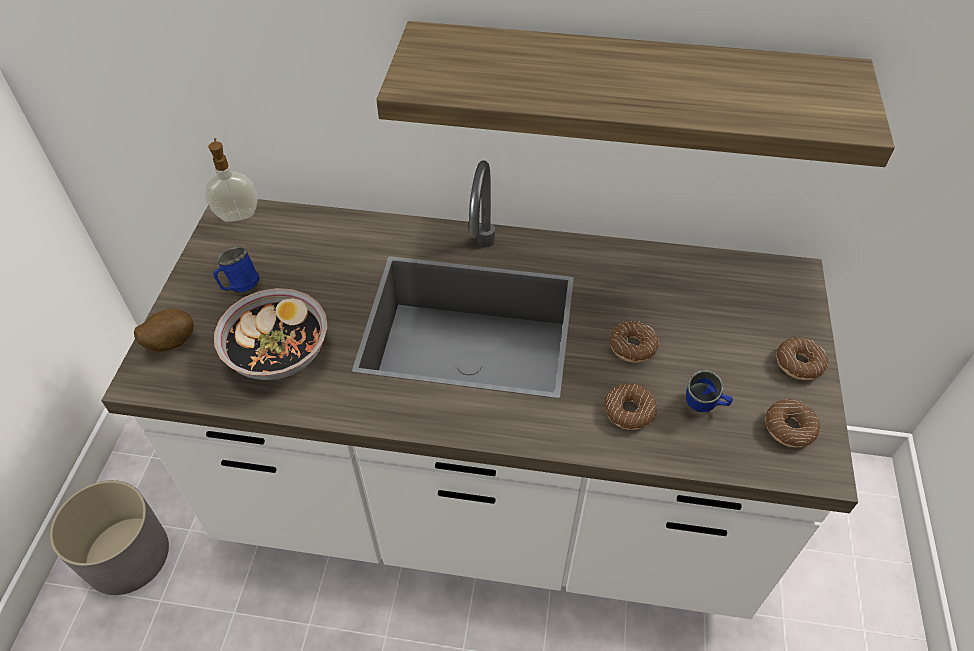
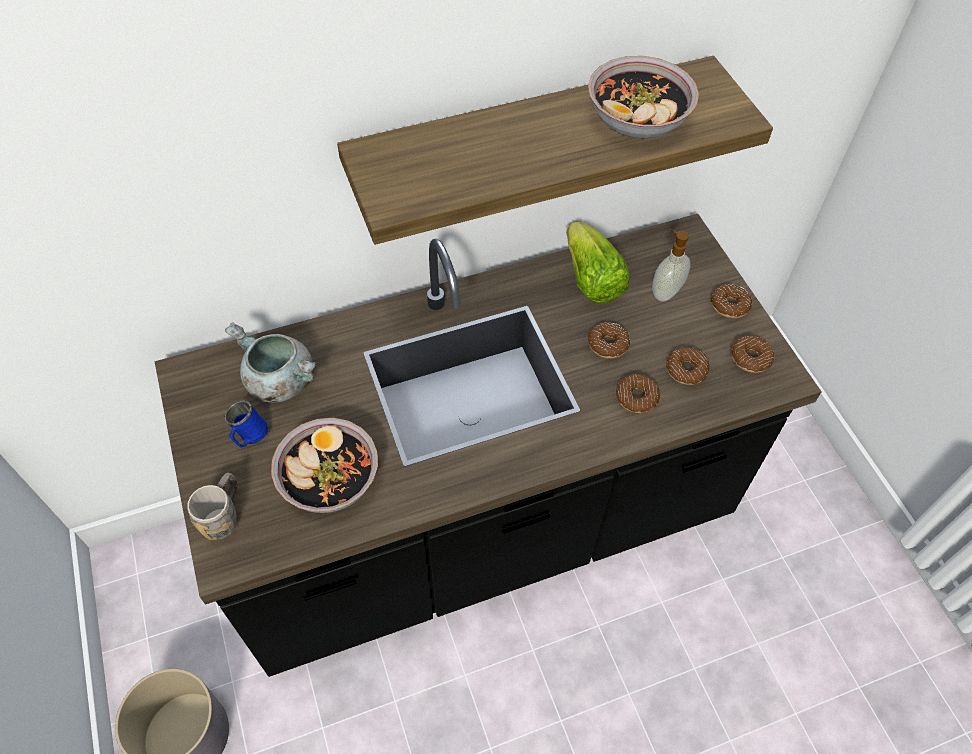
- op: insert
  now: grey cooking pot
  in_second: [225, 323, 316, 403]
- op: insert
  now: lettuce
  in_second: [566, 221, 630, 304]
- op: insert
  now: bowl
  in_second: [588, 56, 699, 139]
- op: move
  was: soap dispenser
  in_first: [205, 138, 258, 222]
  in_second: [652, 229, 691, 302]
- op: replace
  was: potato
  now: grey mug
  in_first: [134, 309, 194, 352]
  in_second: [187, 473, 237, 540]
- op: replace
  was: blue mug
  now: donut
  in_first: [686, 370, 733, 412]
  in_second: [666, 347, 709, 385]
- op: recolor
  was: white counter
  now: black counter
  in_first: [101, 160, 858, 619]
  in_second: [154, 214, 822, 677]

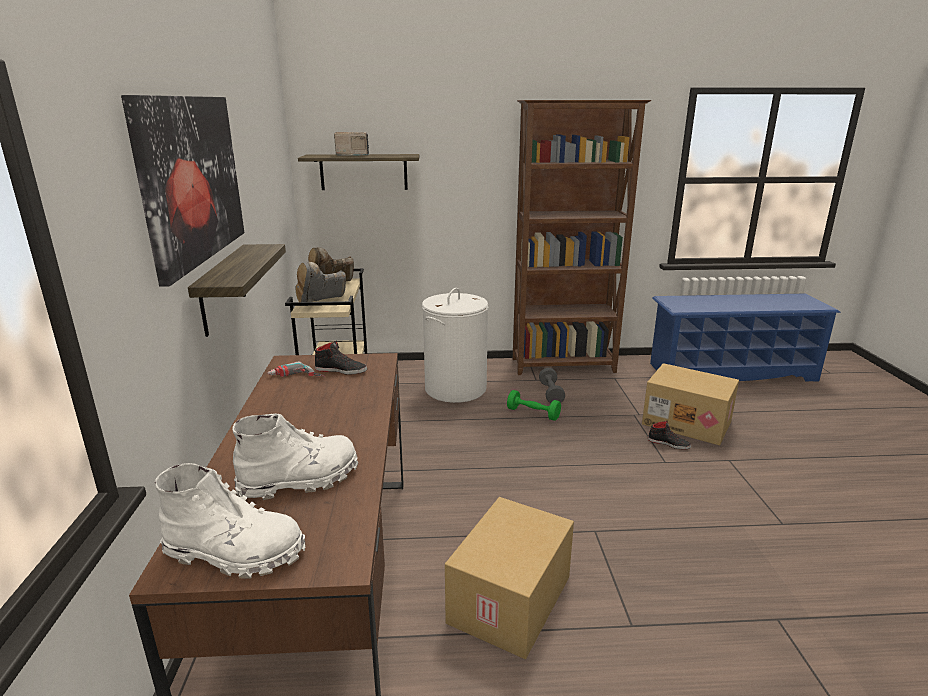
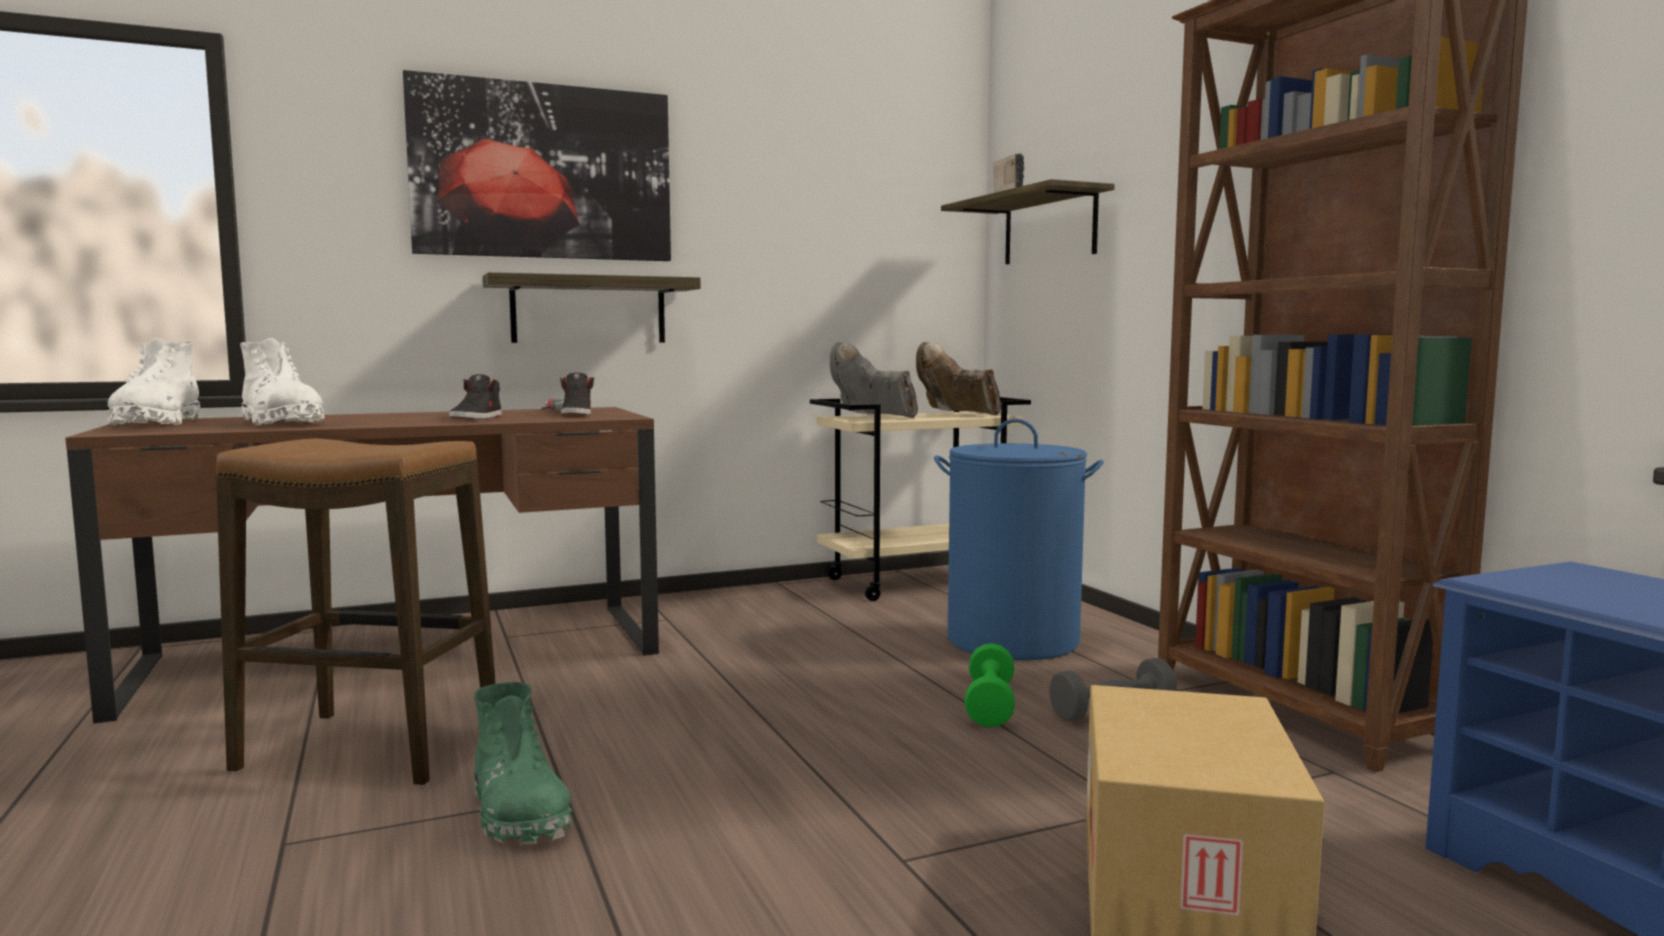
- op: insert
  now: green boot
  in_second: [474, 682, 572, 845]
- op: move
  was: black shoe
  in_first: [648, 421, 691, 449]
  in_second: [449, 374, 502, 419]
- op: replace
  was: cardboard box
  now: stool
  in_first: [445, 497, 574, 659]
  in_second: [216, 439, 496, 786]
- op: recolor
  was: white laundry basket
  now: blue laundry basket
  in_first: [422, 288, 488, 403]
  in_second: [934, 419, 1104, 660]

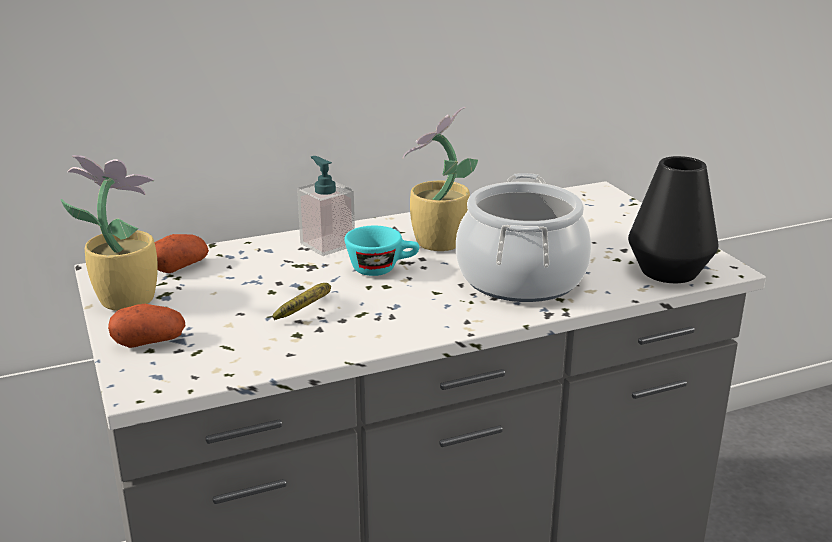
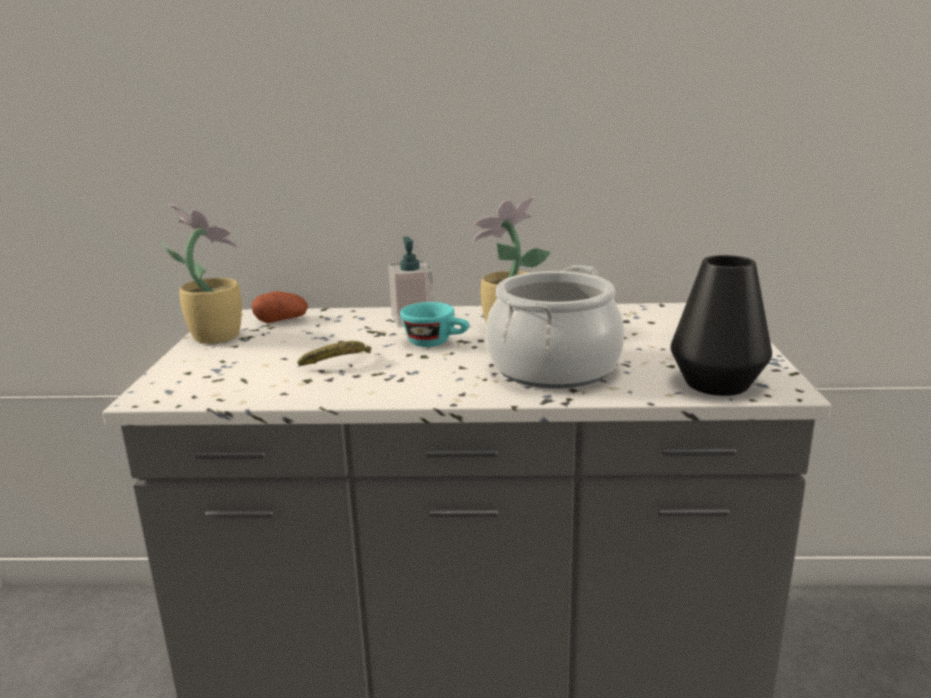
- op: delete
  was: potato
  in_first: [108, 304, 186, 348]

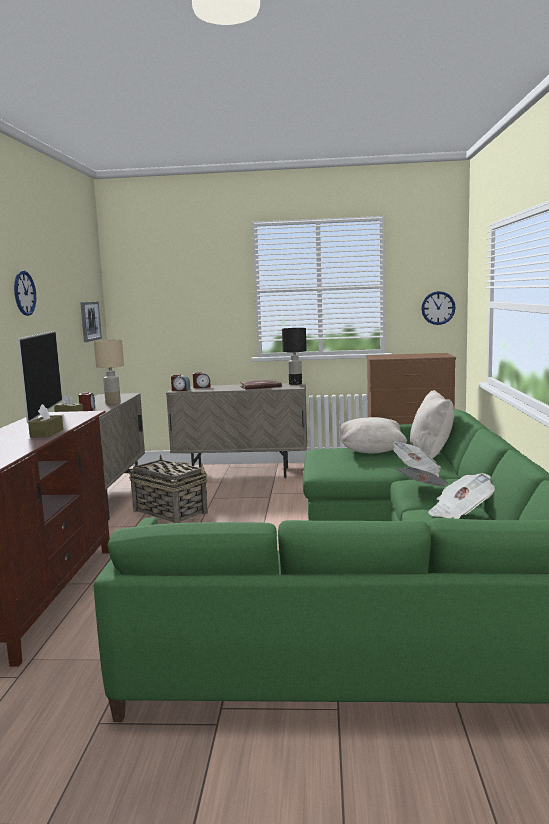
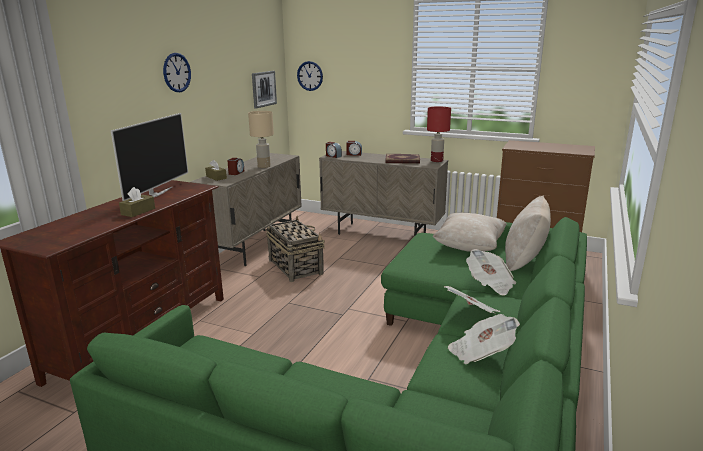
- op: move
  was: wall clock
  in_first: [421, 291, 456, 325]
  in_second: [297, 61, 323, 91]
- op: recolor
  was: black table lamp
  now: red table lamp
  in_first: [282, 328, 307, 385]
  in_second: [427, 107, 451, 162]

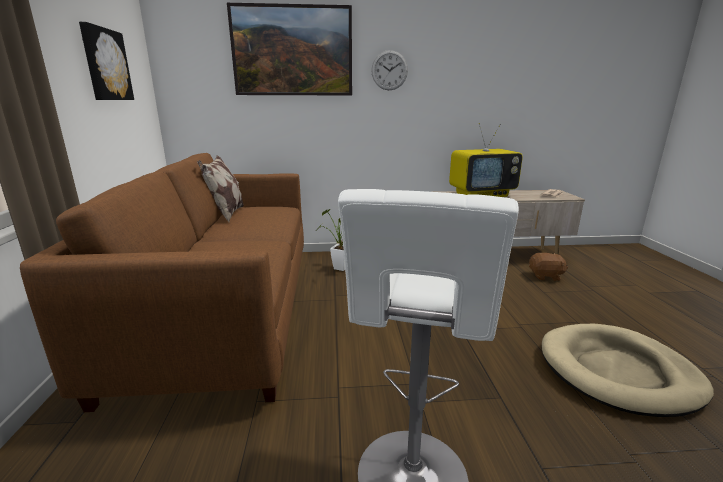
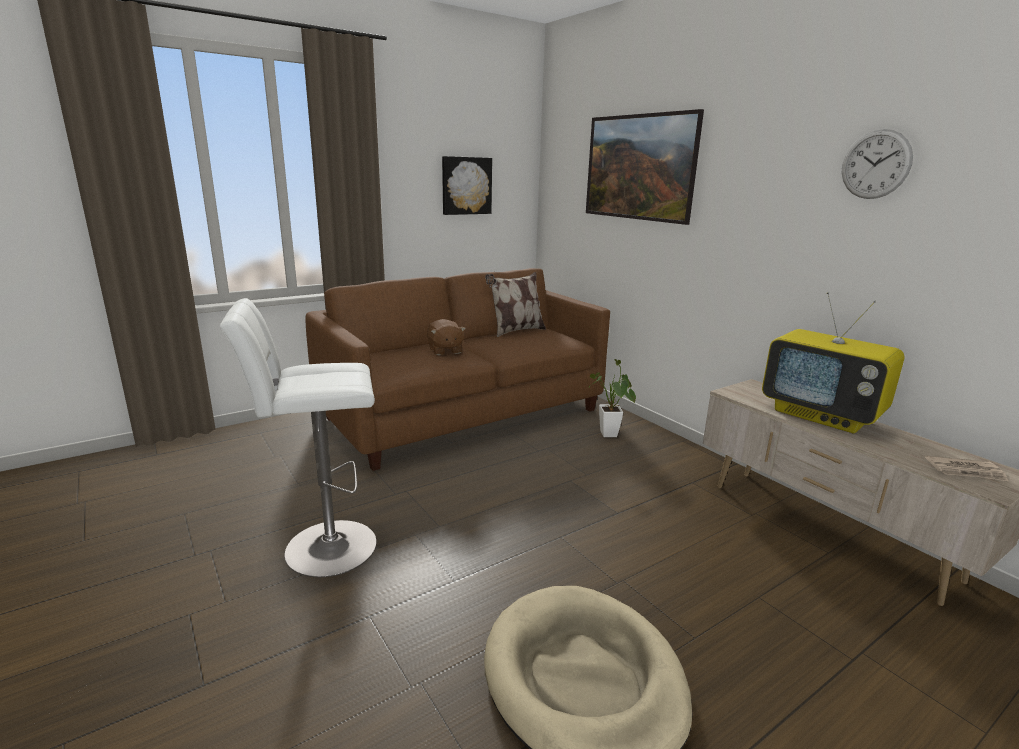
- op: move
  was: wall clock
  in_first: [371, 50, 408, 90]
  in_second: [842, 129, 913, 199]
- op: move
  was: brown plush toy
  in_first: [529, 253, 568, 281]
  in_second: [427, 319, 466, 355]

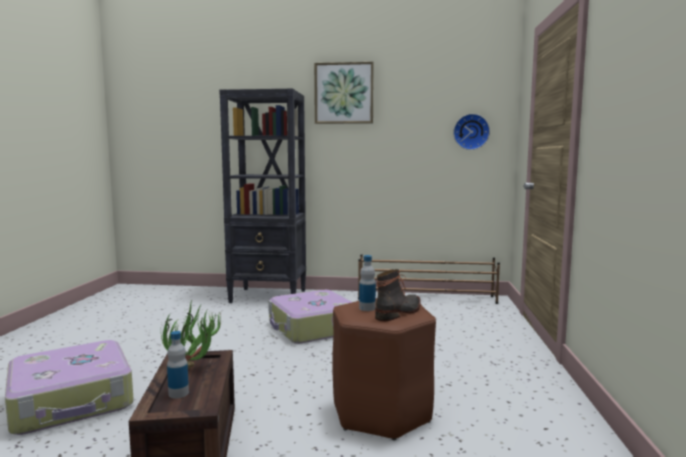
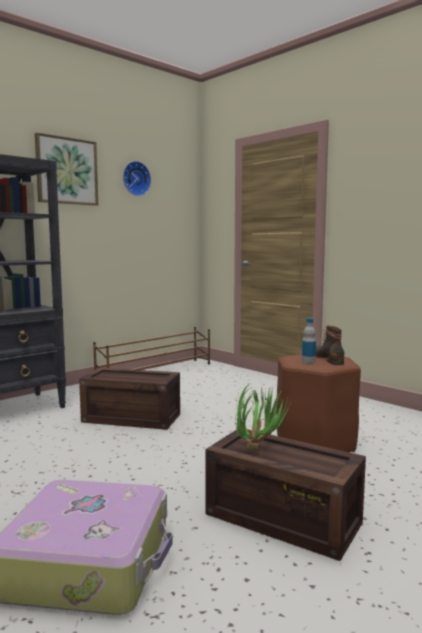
- op: delete
  was: bottle
  in_first: [167, 331, 189, 399]
- op: move
  was: wall clock
  in_first: [453, 114, 490, 150]
  in_second: [123, 161, 151, 196]
- op: replace
  was: suitcase
  now: crate
  in_first: [268, 290, 352, 344]
  in_second: [79, 368, 180, 430]

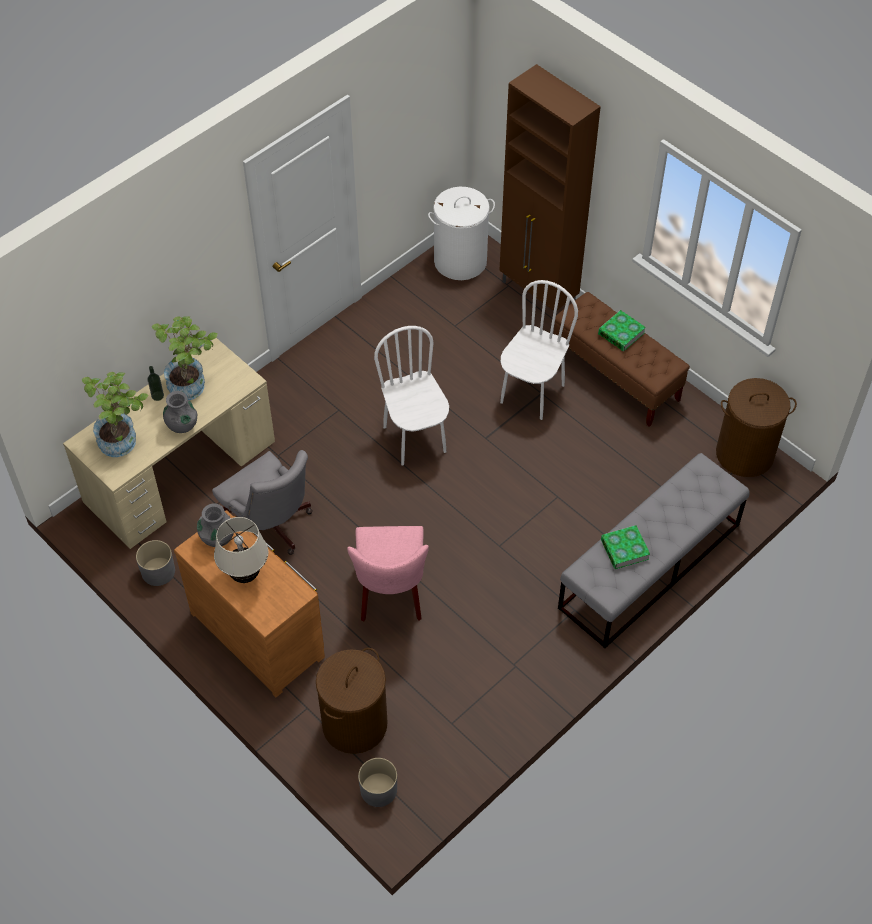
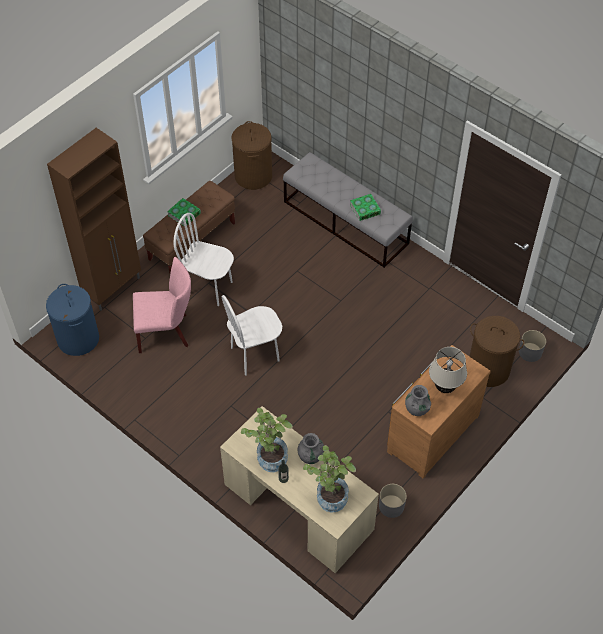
- op: delete
  was: grey office chair
  in_first: [212, 450, 313, 555]
- op: move
  was: pink chair
  in_first: [347, 526, 429, 622]
  in_second: [133, 257, 191, 353]
- op: recolor
  was: white laundry basket
  now: blue laundry basket
  in_first: [428, 187, 495, 280]
  in_second: [46, 284, 99, 356]

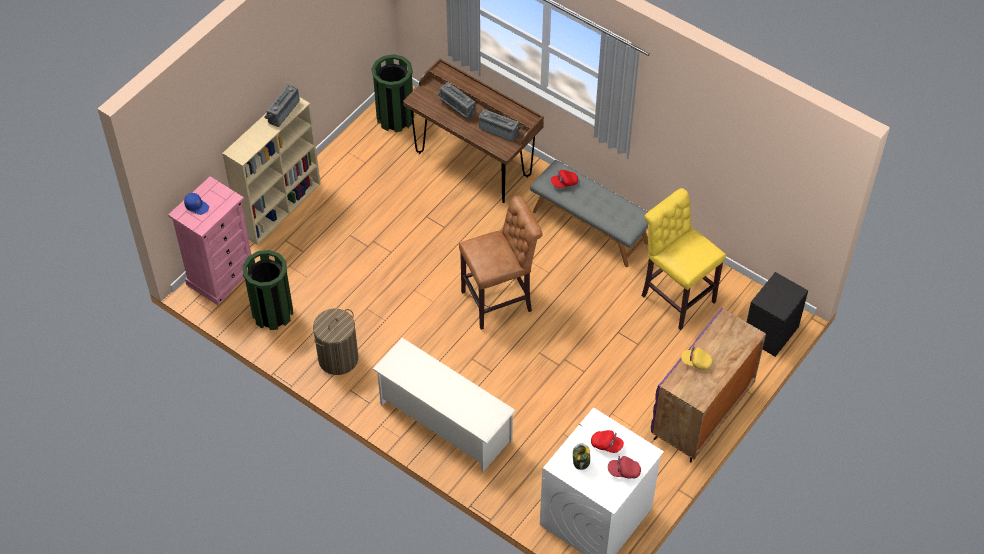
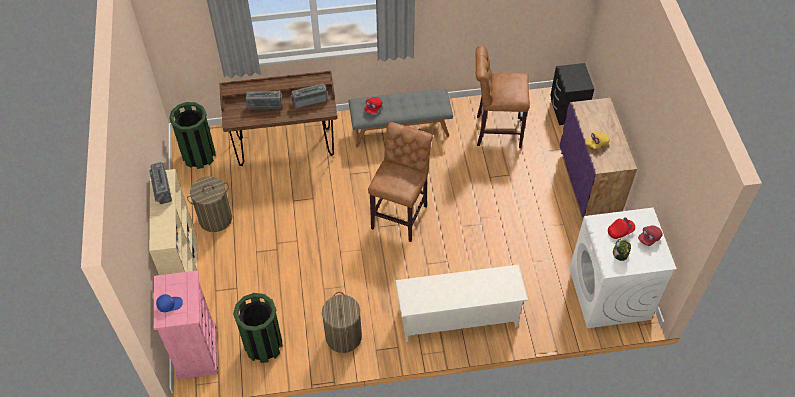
- op: insert
  now: laundry basket
  in_second: [187, 176, 232, 232]
- op: recolor
  was: yellow stool
  now: brown stool
  in_first: [642, 188, 726, 330]
  in_second: [476, 46, 530, 148]

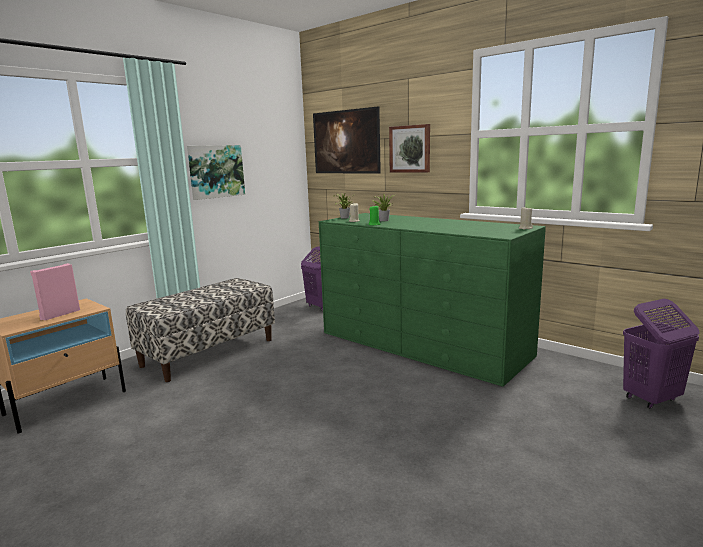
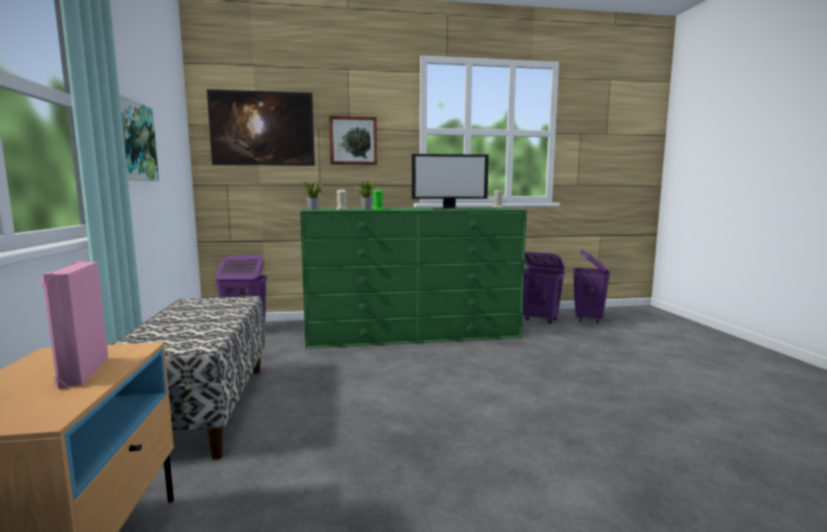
- op: insert
  now: monitor
  in_second: [412, 154, 489, 209]
- op: insert
  now: purple laundry basket
  in_second: [523, 252, 565, 324]

